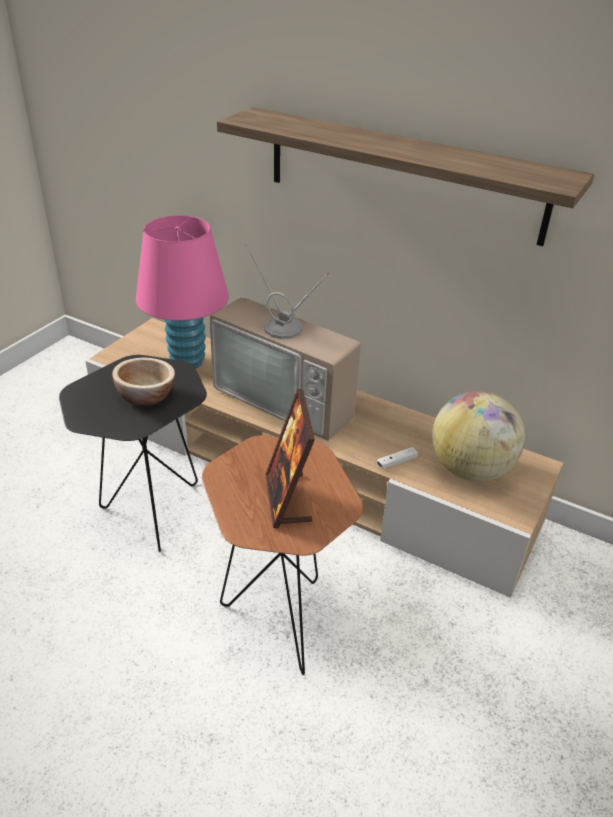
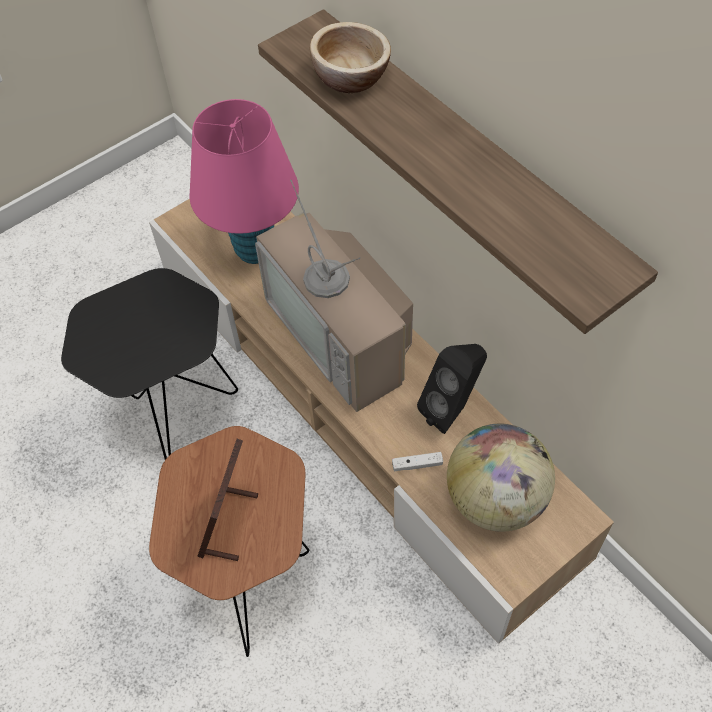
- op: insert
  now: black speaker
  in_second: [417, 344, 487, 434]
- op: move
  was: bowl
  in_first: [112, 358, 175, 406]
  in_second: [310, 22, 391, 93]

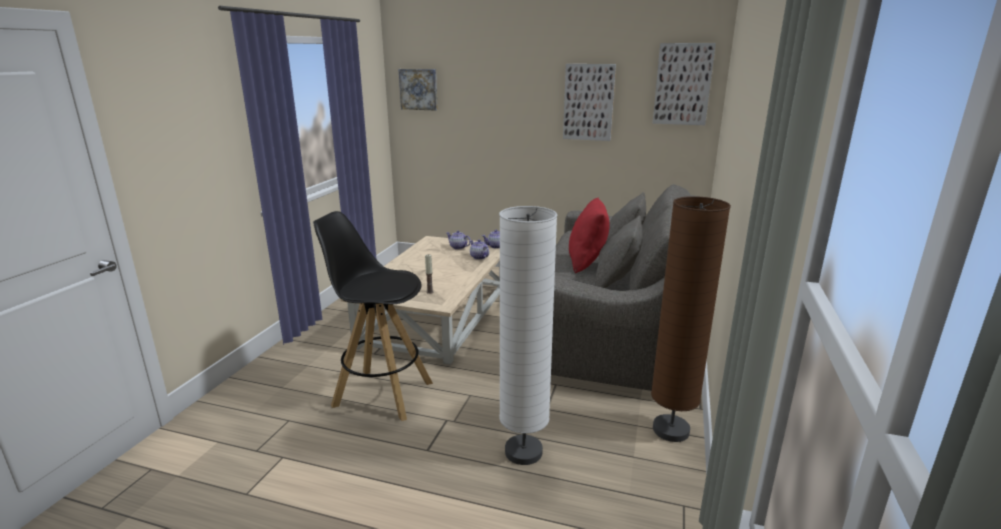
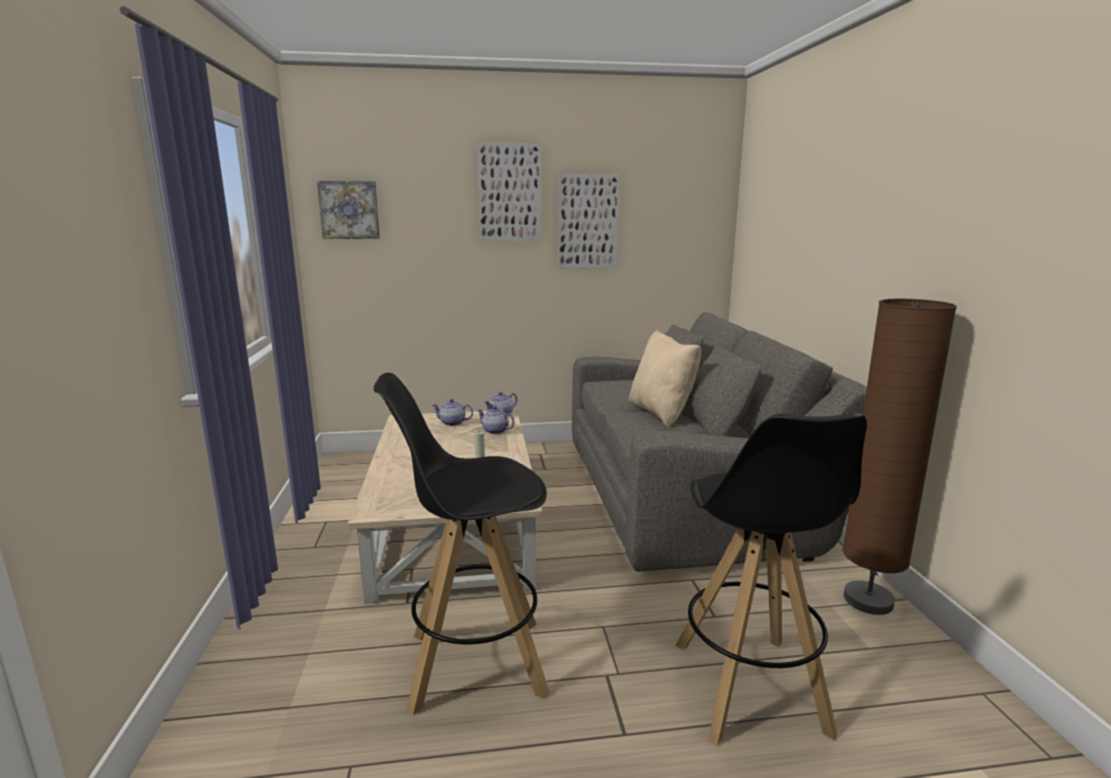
- op: move
  was: picture
  in_first: [653, 43, 716, 125]
  in_second: [477, 142, 541, 241]
- op: replace
  was: white floor lamp
  now: black stool
  in_first: [499, 206, 557, 465]
  in_second: [675, 413, 867, 746]
- op: recolor
  was: red pillow
  now: beige pillow
  in_first: [569, 197, 610, 273]
  in_second: [629, 330, 701, 428]

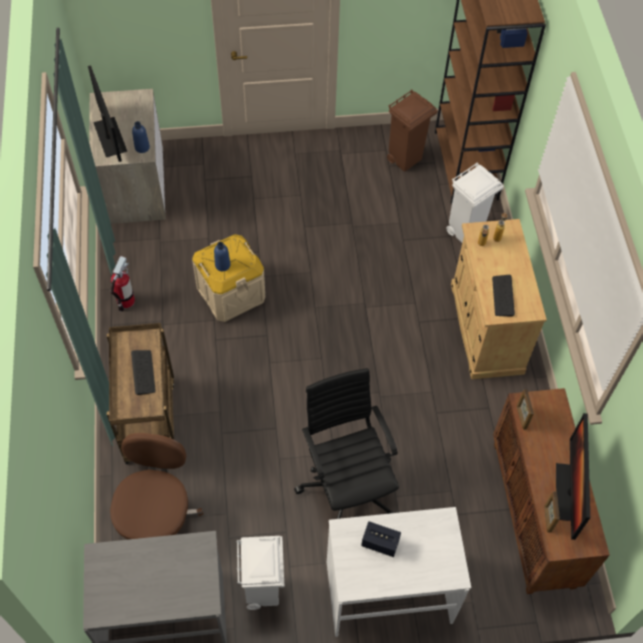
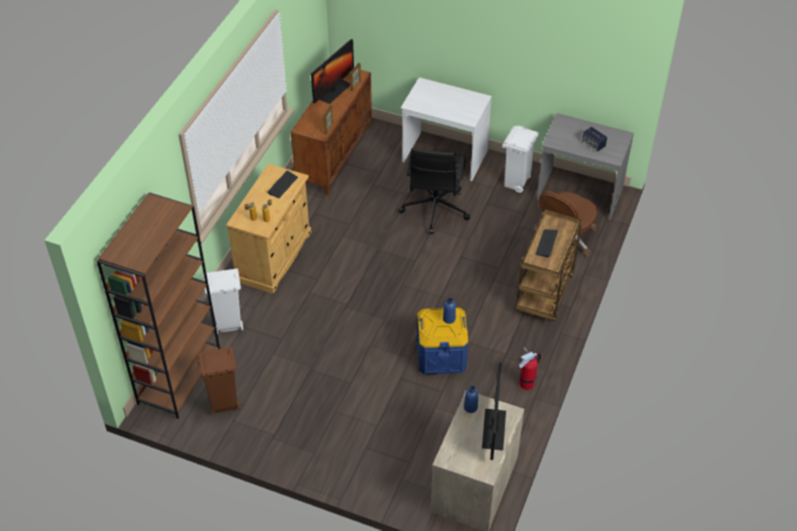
- op: move
  was: speaker
  in_first: [361, 521, 401, 557]
  in_second: [582, 127, 607, 152]
- op: recolor
  was: beige storage box
  now: blue storage box
  in_first: [192, 234, 265, 322]
  in_second: [417, 307, 468, 374]

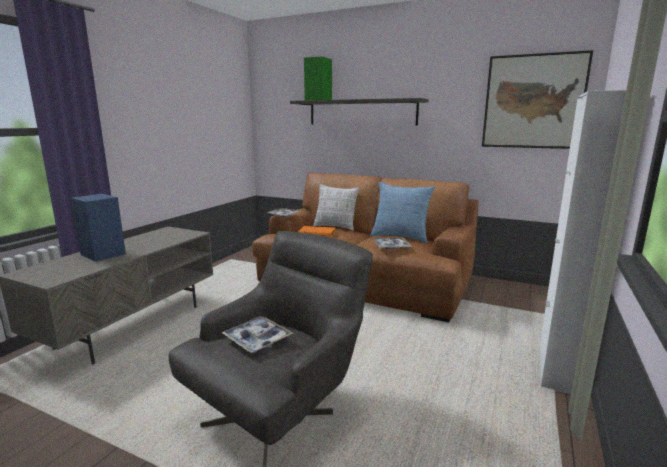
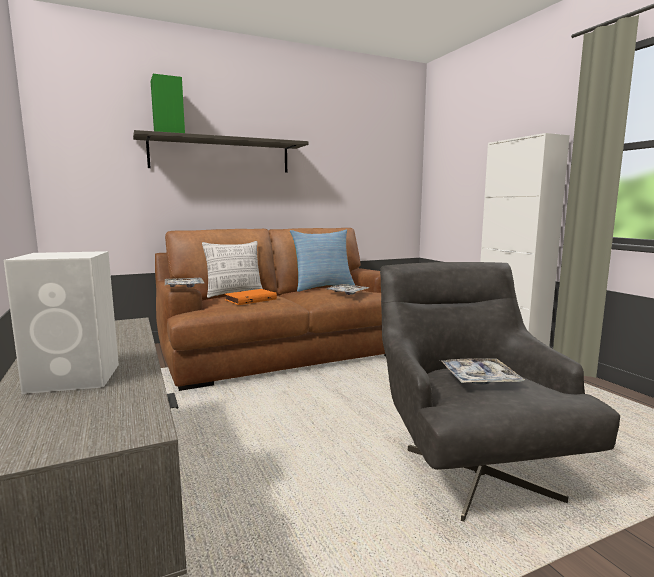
- op: delete
  was: picture
  in_first: [482, 50, 593, 149]
- op: recolor
  was: blue speaker
  now: white speaker
  in_first: [71, 194, 126, 262]
  in_second: [4, 251, 119, 394]

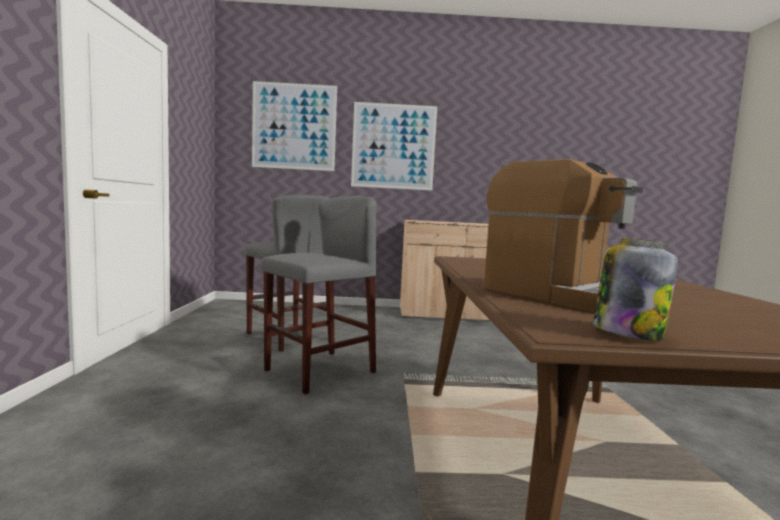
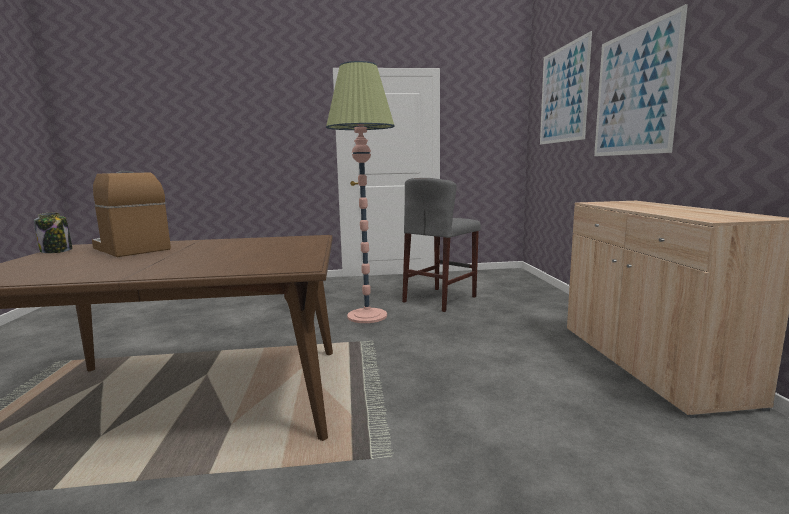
- op: replace
  was: grey stool
  now: floor lamp
  in_first: [261, 196, 377, 394]
  in_second: [326, 61, 395, 323]
- op: rotate
  was: coffee machine
  in_first: [484, 159, 643, 312]
  in_second: [92, 171, 171, 257]
  clockwise: 90

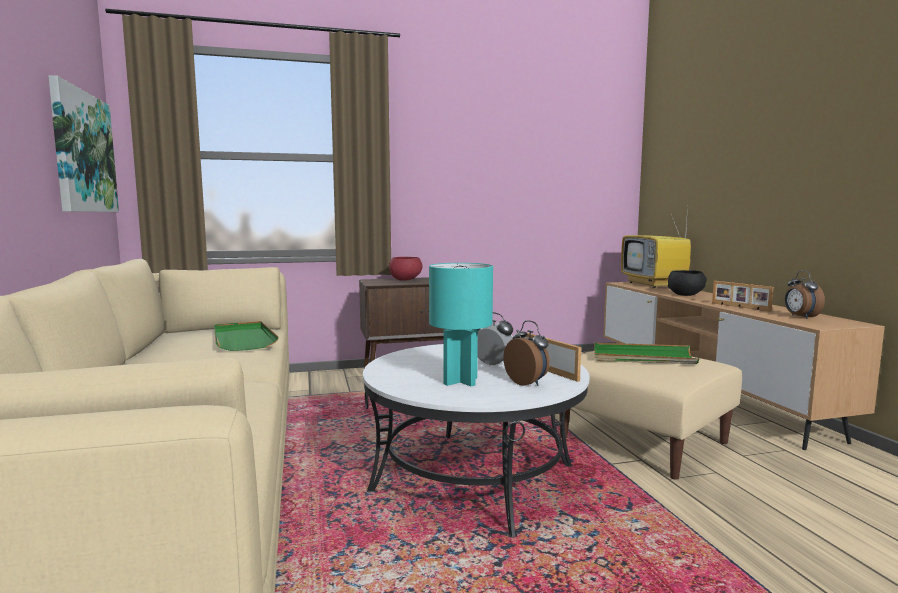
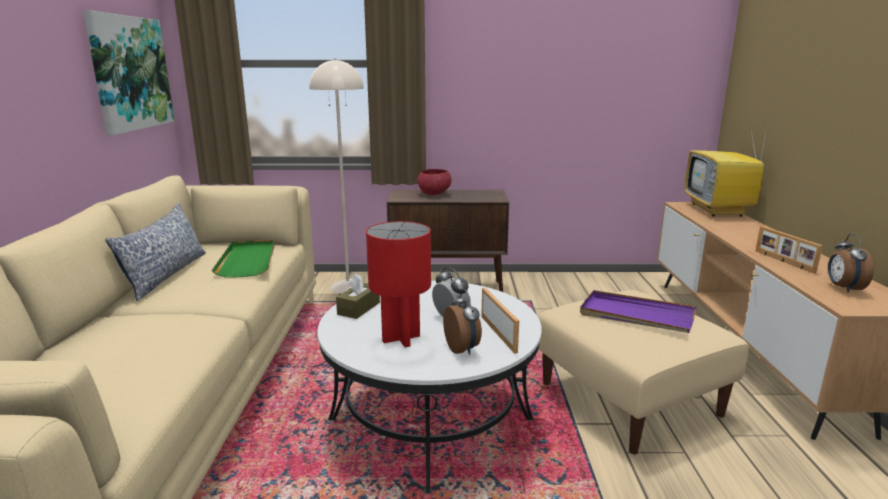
- op: delete
  was: black bowl
  in_first: [668, 270, 707, 296]
- op: insert
  now: pillow
  in_second: [105, 203, 206, 302]
- op: insert
  now: beige floor lamp
  in_second: [309, 59, 364, 293]
- op: insert
  now: brown tissue box
  in_second: [336, 273, 380, 319]
- op: recolor
  was: turquoise table lamp
  now: red table lamp
  in_first: [429, 263, 493, 386]
  in_second: [366, 221, 431, 347]
- op: recolor
  was: green tray
  now: purple tray
  in_first: [594, 343, 699, 364]
  in_second: [580, 290, 697, 333]

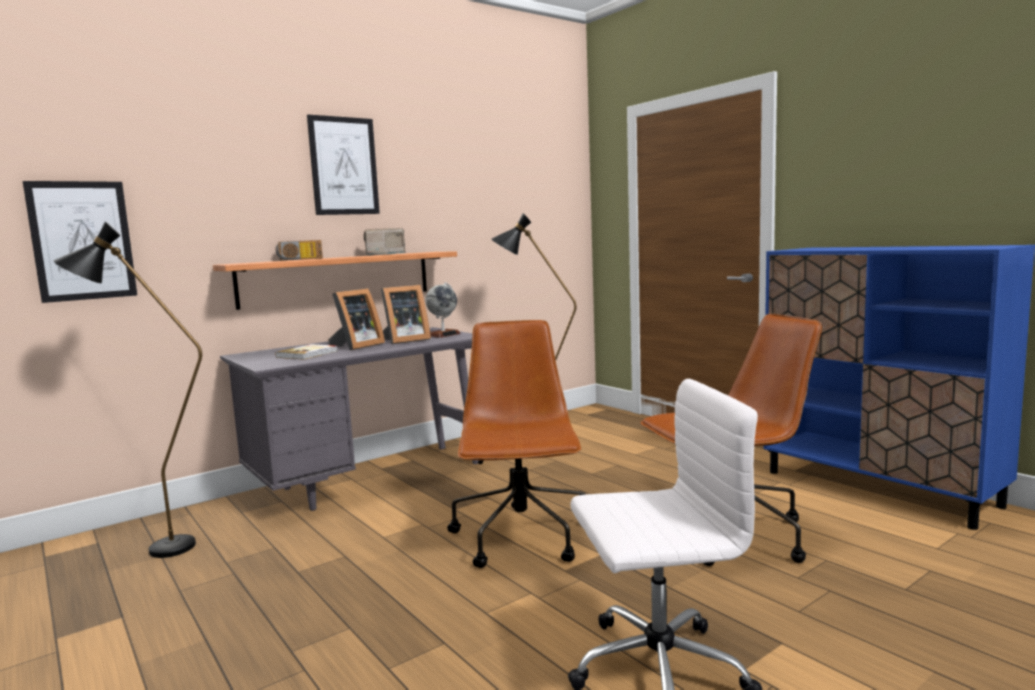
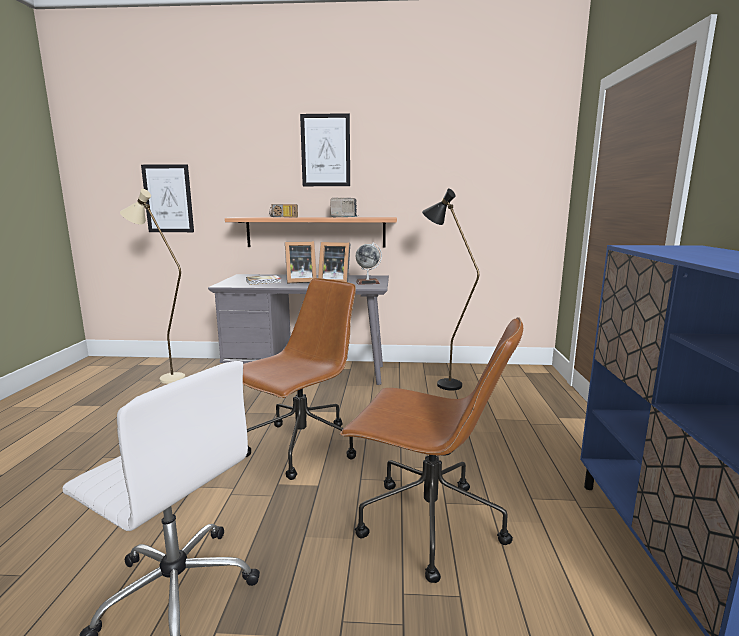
- op: recolor
  was: black floor lamp
  now: beige floor lamp
  in_first: [53, 221, 202, 558]
  in_second: [120, 189, 185, 384]

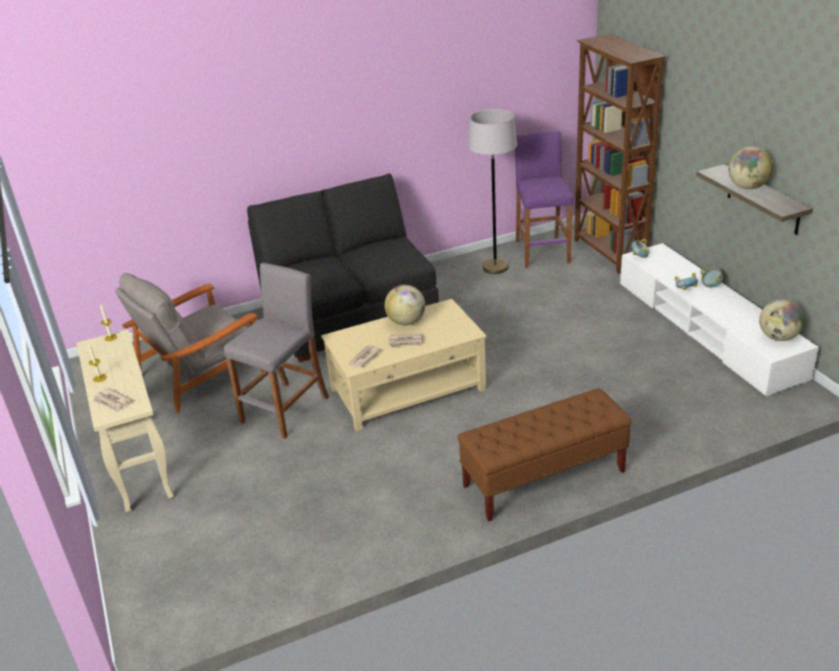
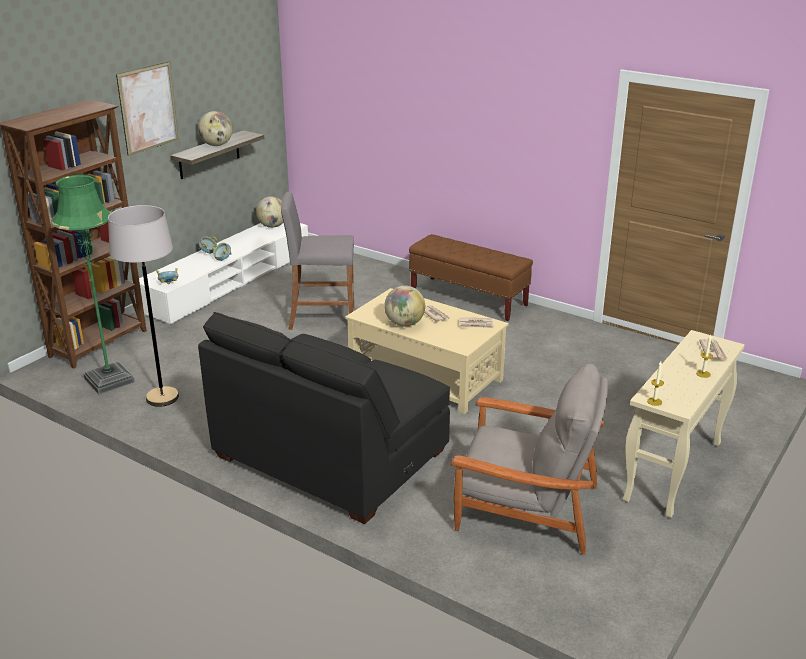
- op: insert
  now: picture
  in_second: [116, 61, 179, 156]
- op: move
  was: grey stool
  in_first: [224, 263, 329, 439]
  in_second: [281, 191, 354, 330]
- op: replace
  was: purple stool
  now: green floor lamp
  in_first: [515, 131, 573, 268]
  in_second: [51, 174, 135, 394]

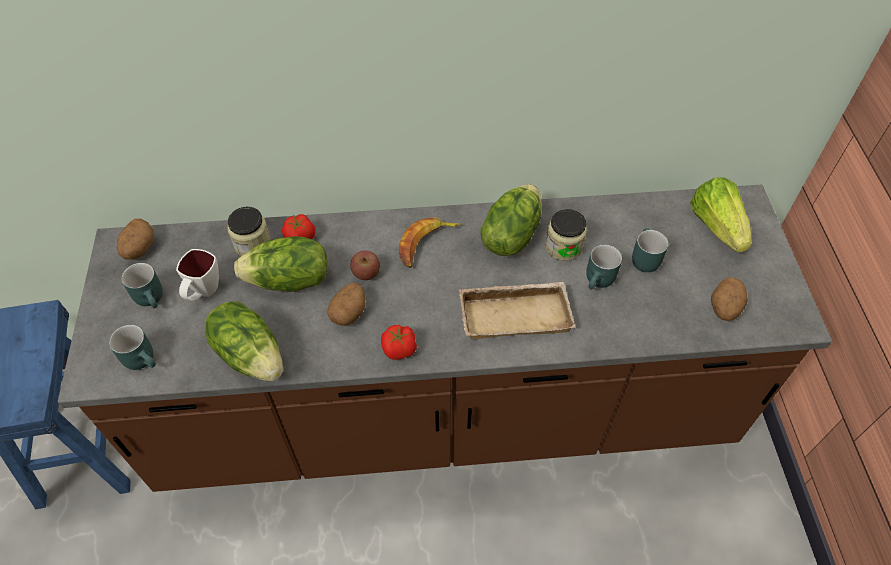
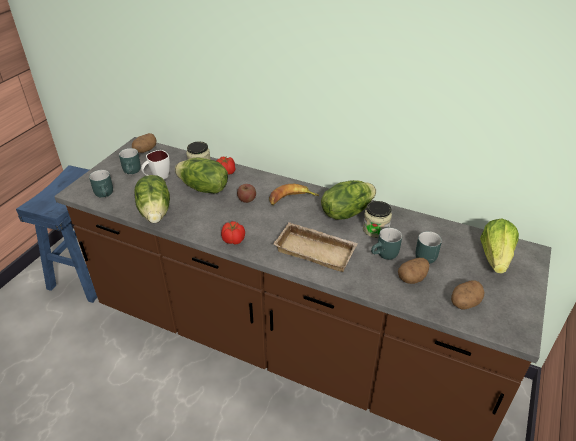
- op: move
  was: potato
  in_first: [328, 282, 365, 326]
  in_second: [398, 258, 429, 284]

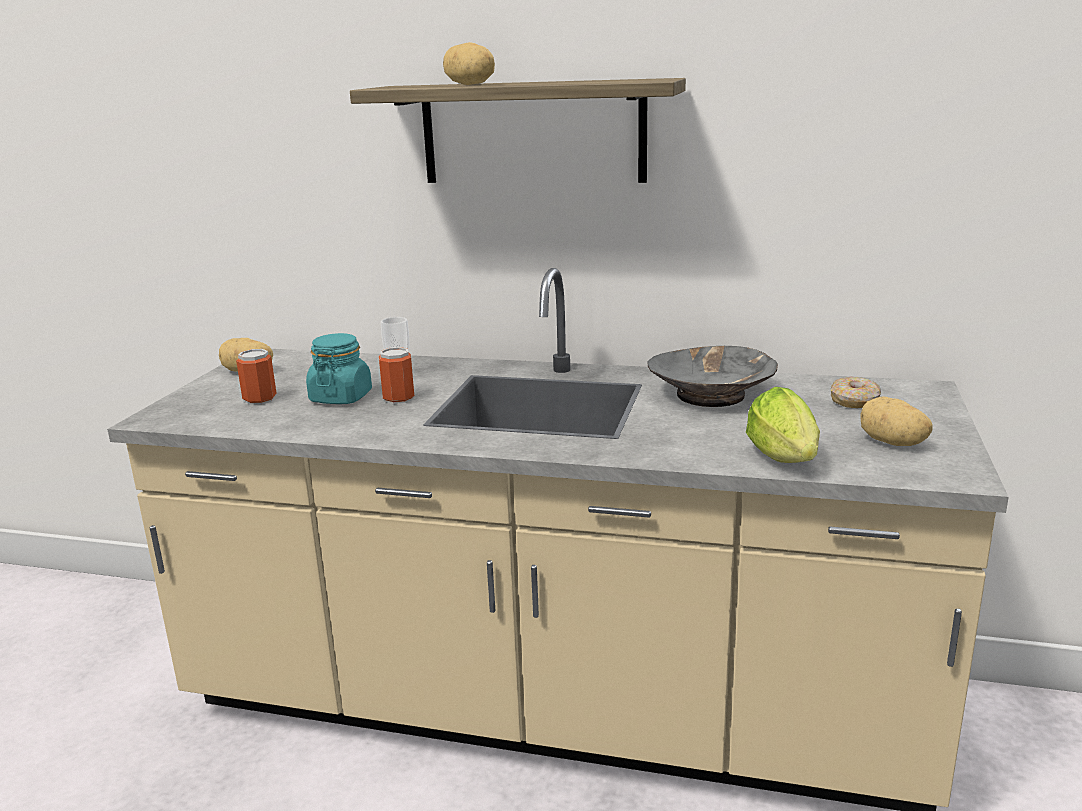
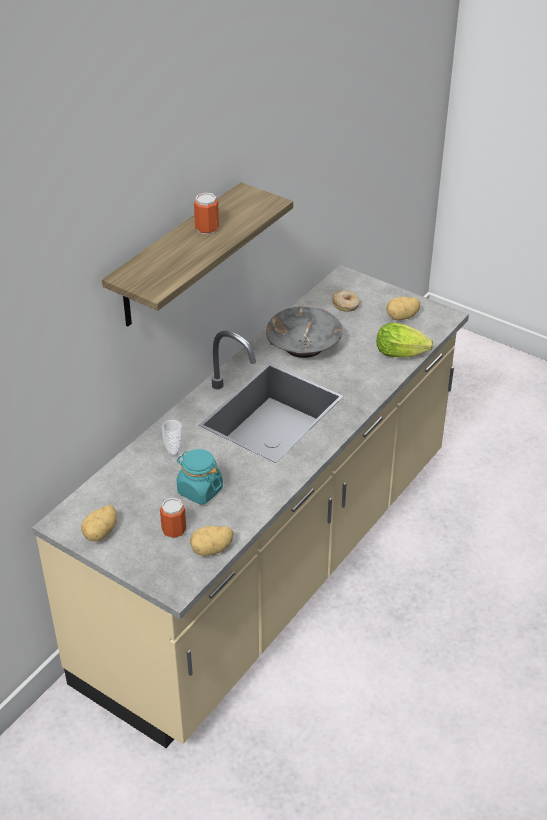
- op: move
  was: can
  in_first: [379, 347, 414, 404]
  in_second: [194, 193, 219, 234]
- op: move
  was: potato
  in_first: [443, 42, 495, 85]
  in_second: [190, 526, 233, 556]

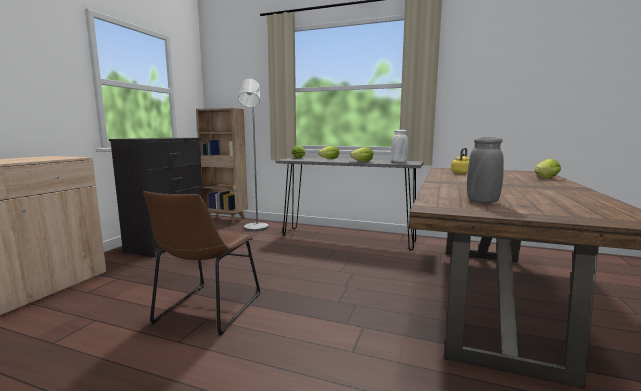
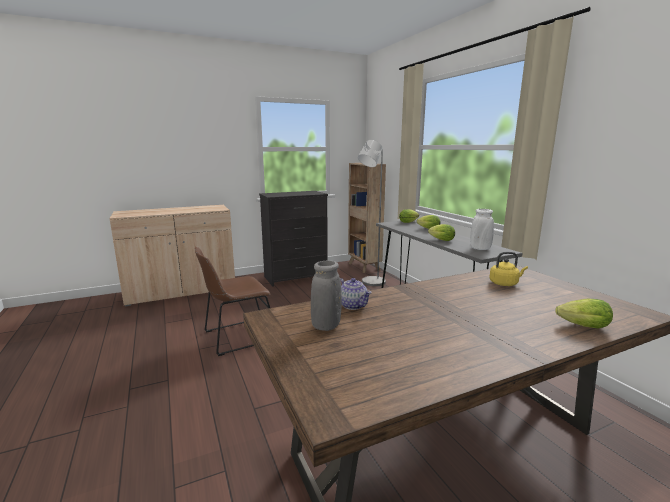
- op: insert
  now: teapot
  in_second: [340, 278, 372, 310]

